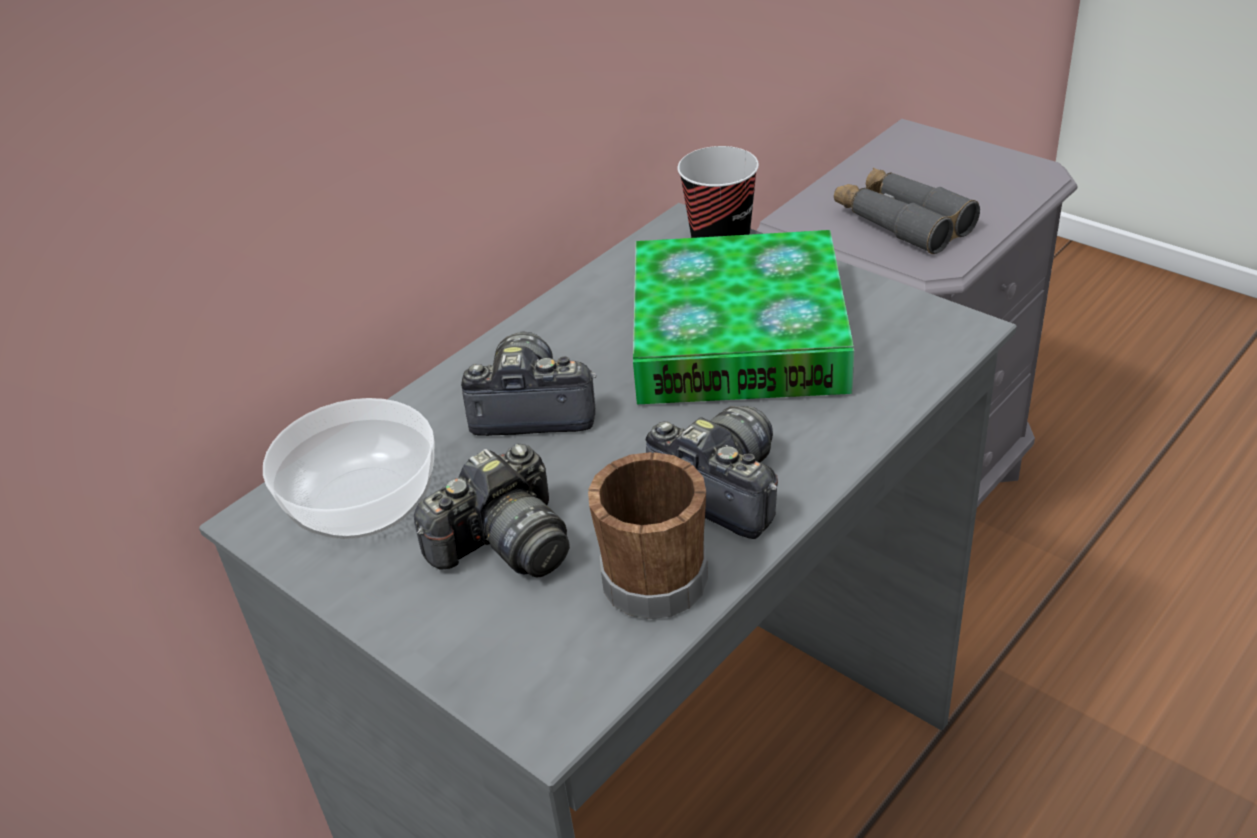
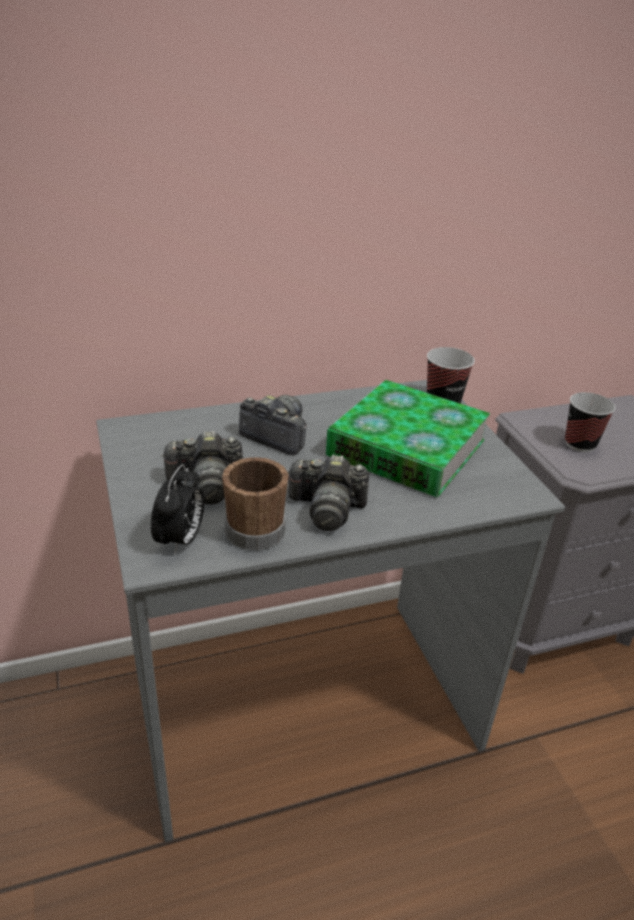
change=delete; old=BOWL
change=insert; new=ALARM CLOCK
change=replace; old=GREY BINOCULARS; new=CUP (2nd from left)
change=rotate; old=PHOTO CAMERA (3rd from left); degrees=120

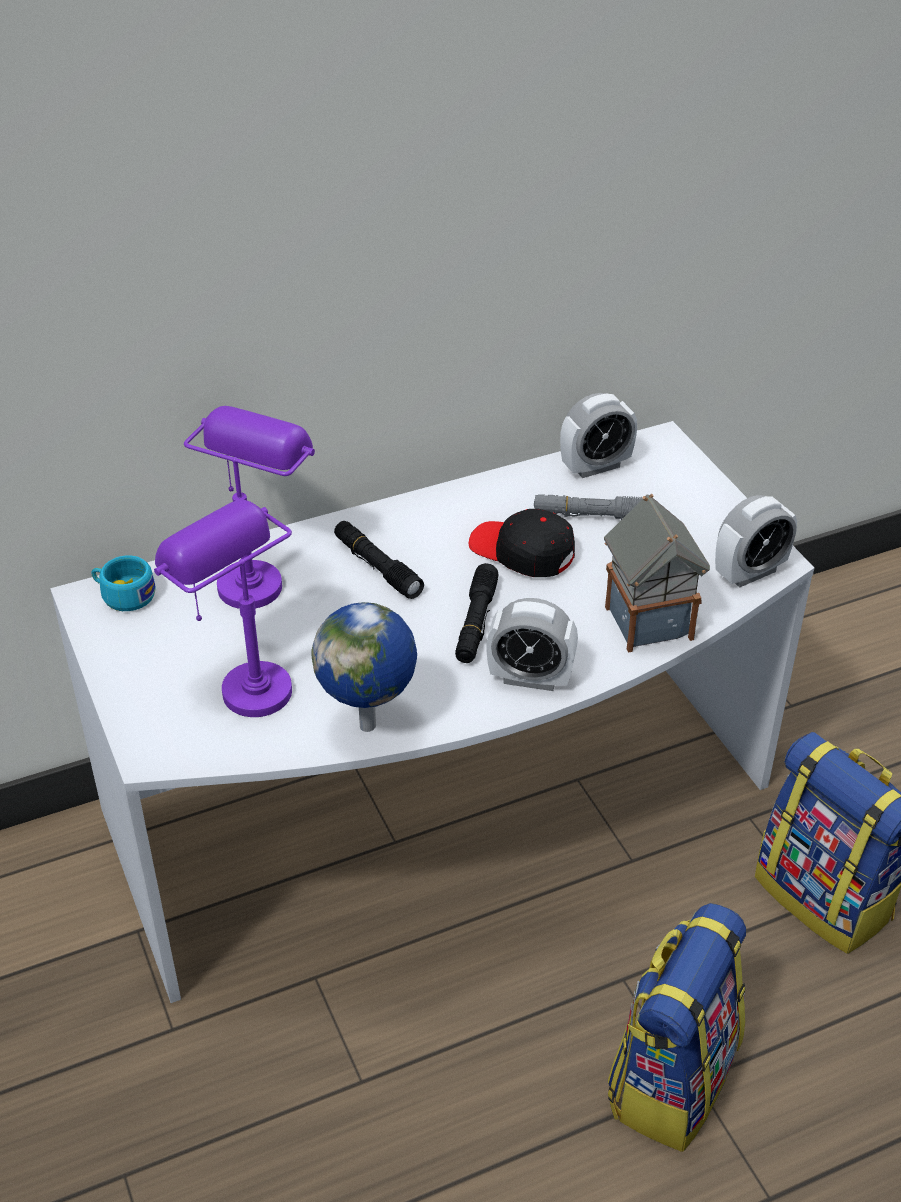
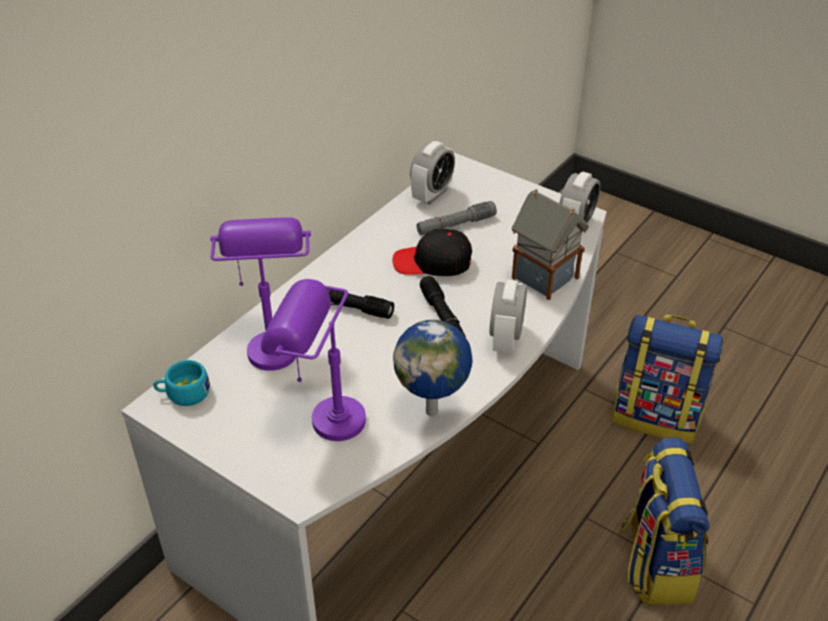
change=rotate; old=ALARM CLOCK (1st from left in the first image); degrees=120

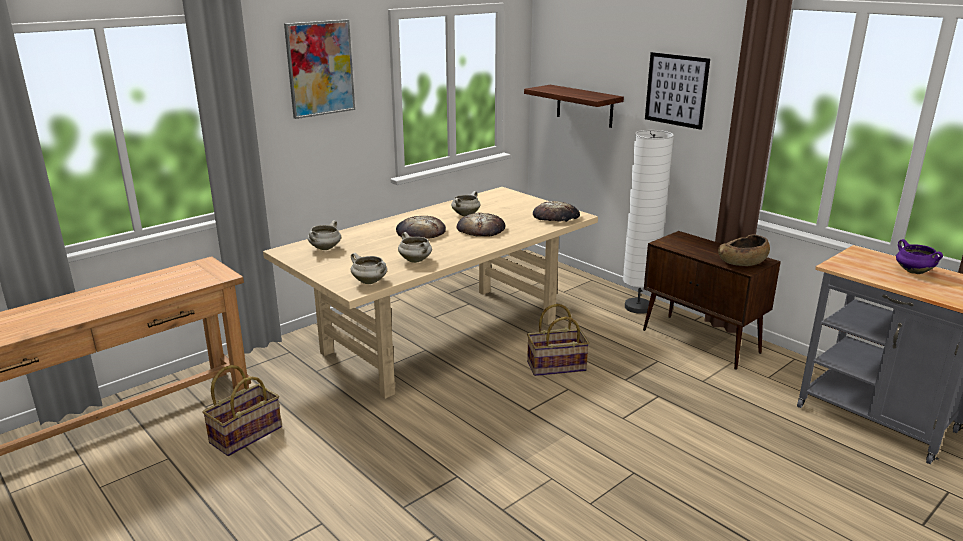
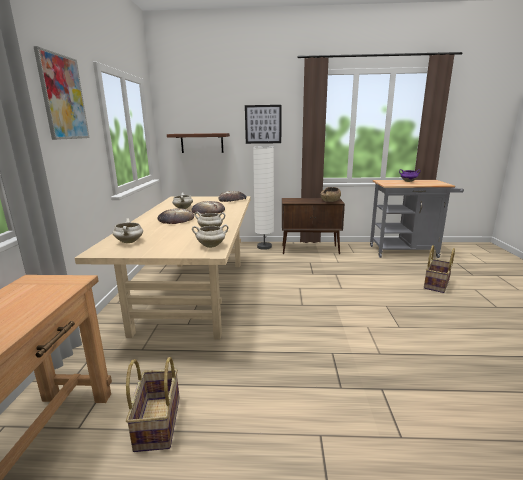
change=move; old=BASKET (2nd from left)

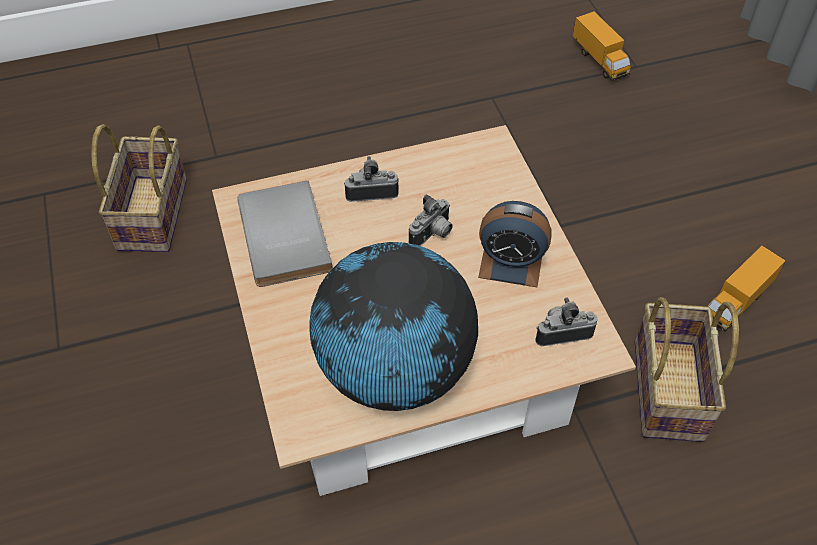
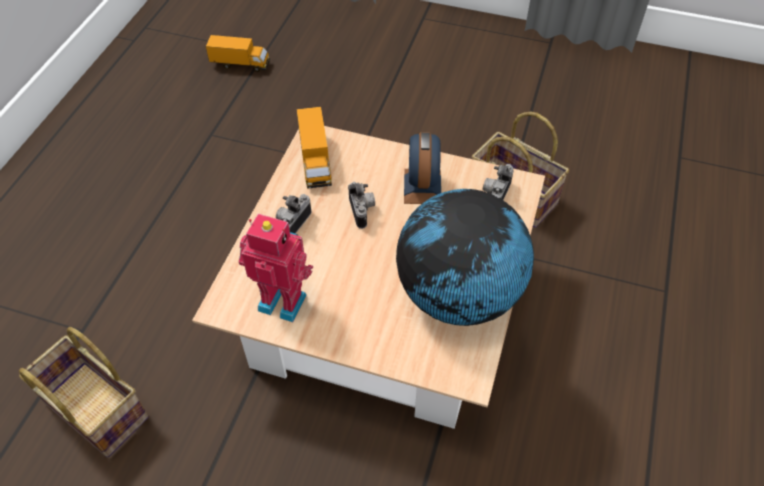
change=move; old=TOY TRUCK (2nd from left)
change=replace; old=GREY BOOK; new=TOY ROBOT
change=rotate; old=ALARM CLOCK; degrees=135

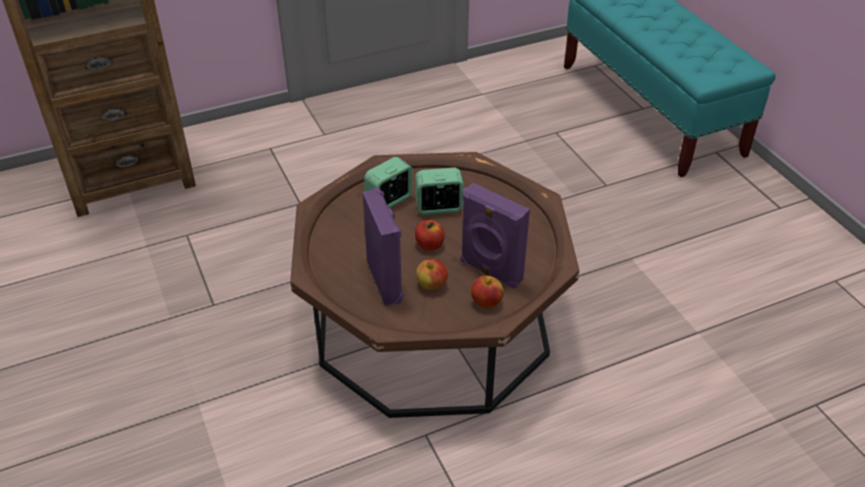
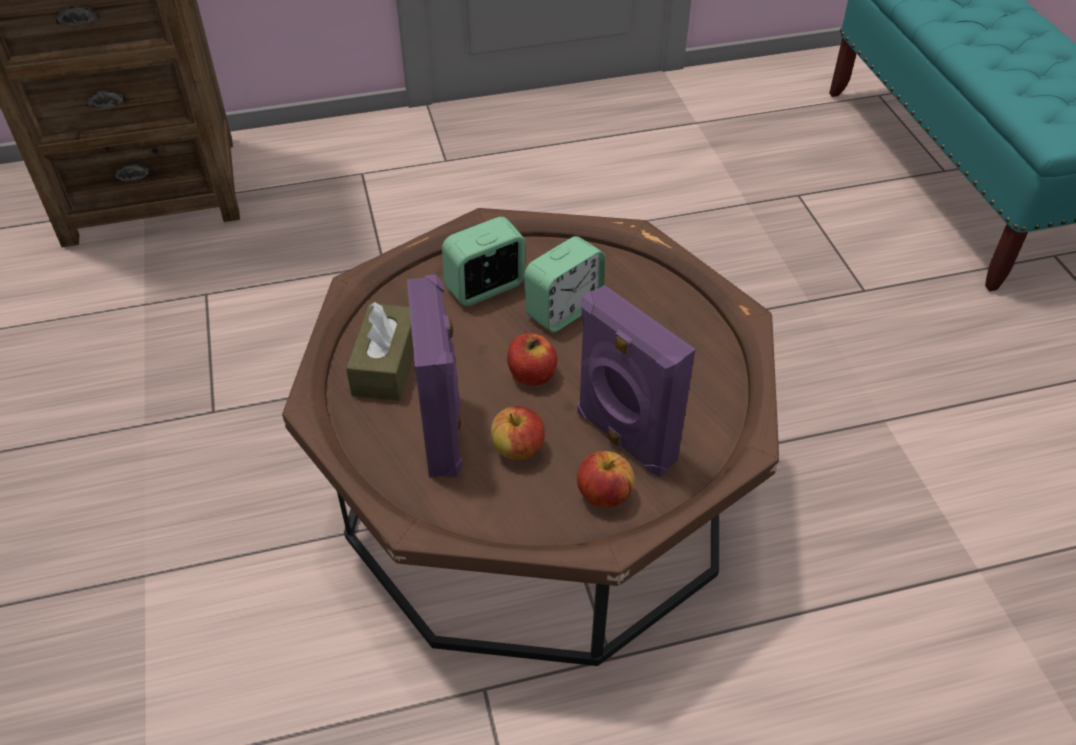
change=insert; new=BROWN TISSUE BOX
change=rotate; old=ALARM CLOCK (2nd from left); degrees=135

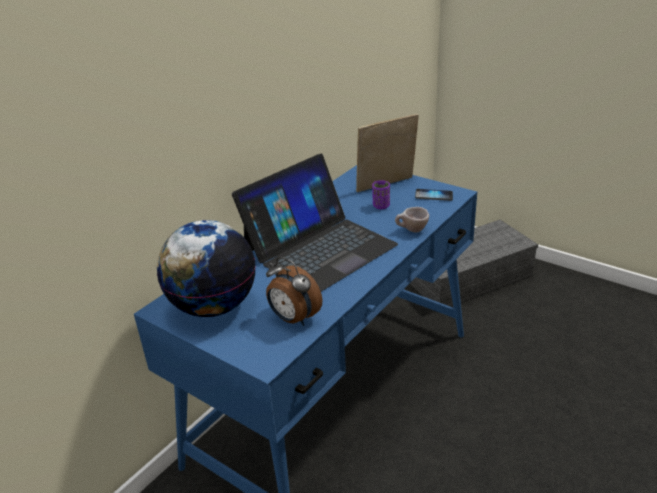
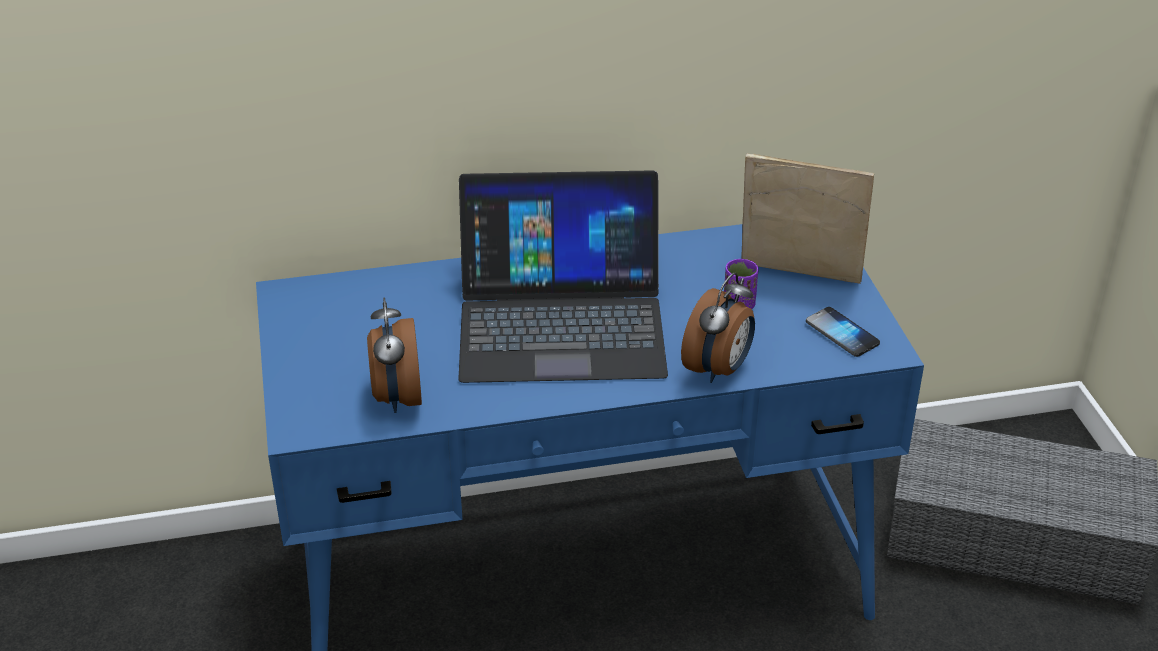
change=delete; old=GLOBE
change=replace; old=BEIGE CUP; new=ALARM CLOCK (2nd from left)

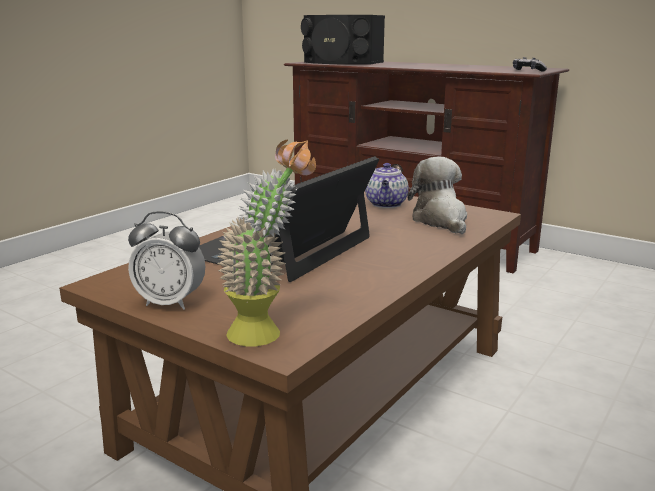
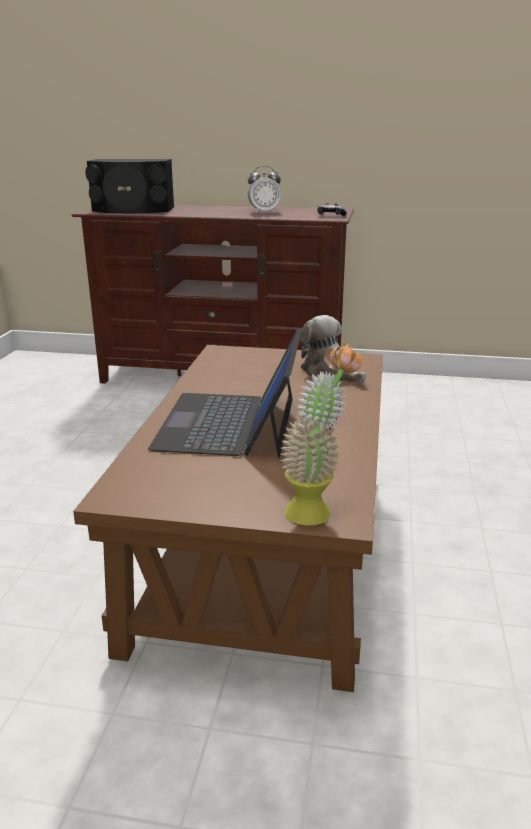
change=delete; old=TEAPOT
change=move; old=ALARM CLOCK

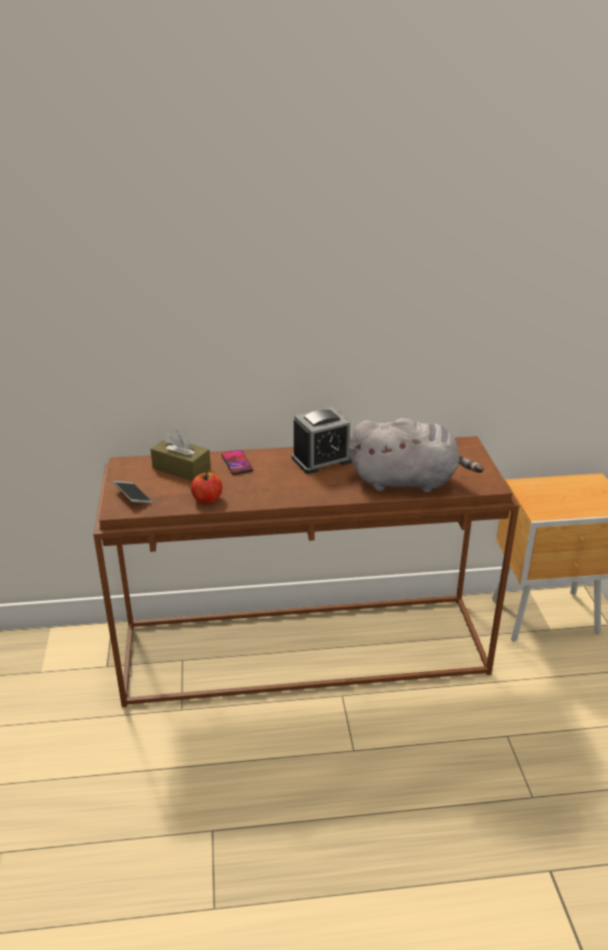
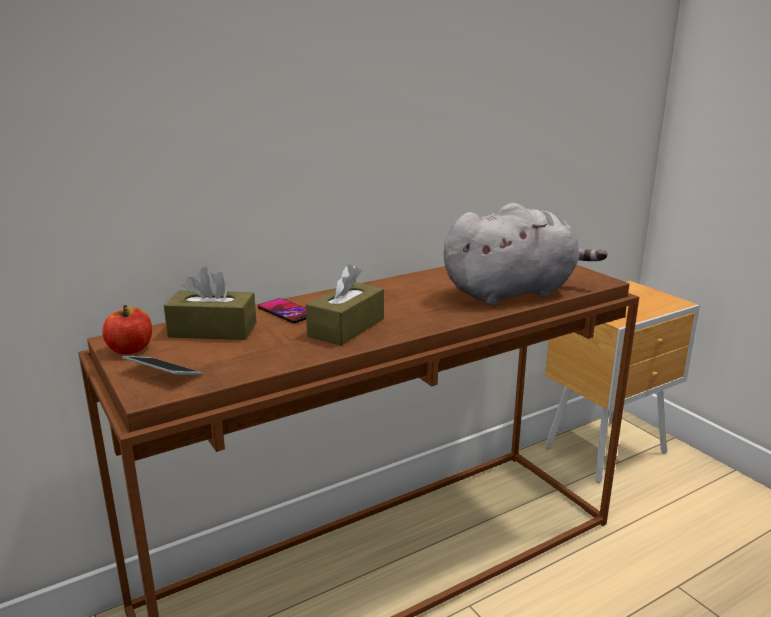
change=delete; old=ALARM CLOCK
change=insert; new=BROWN TISSUE BOX (2nd from left)
change=move; old=APPLE

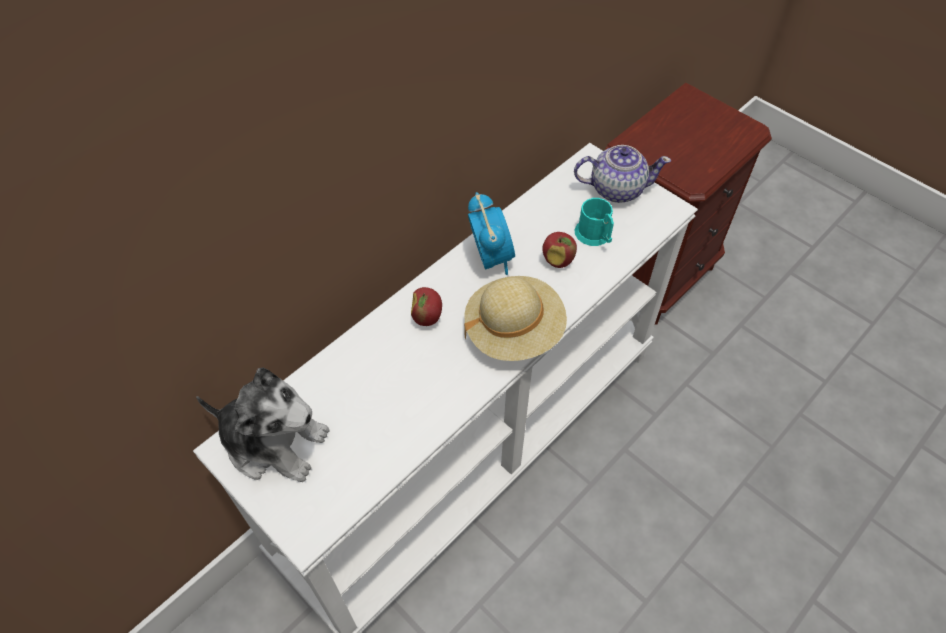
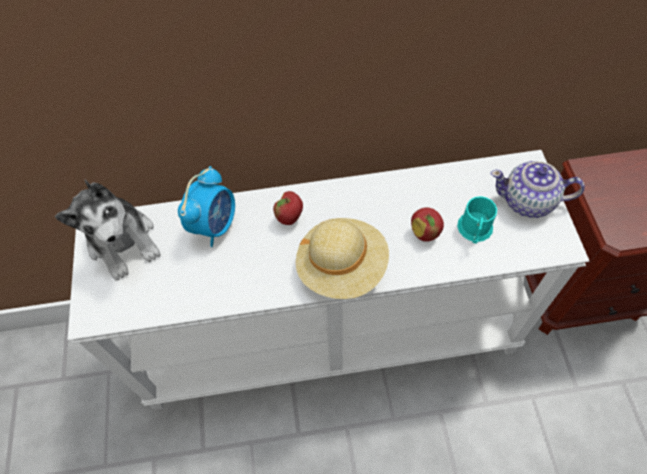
change=move; old=ALARM CLOCK
change=rotate; old=TEAPOT; degrees=150

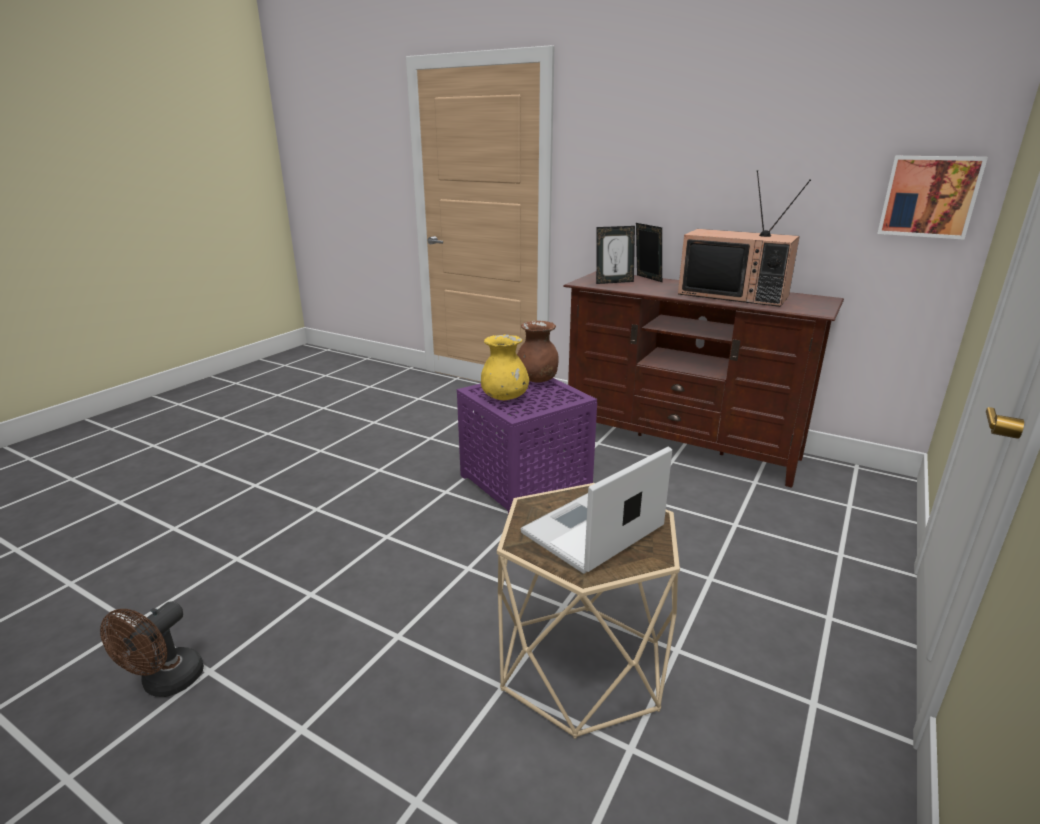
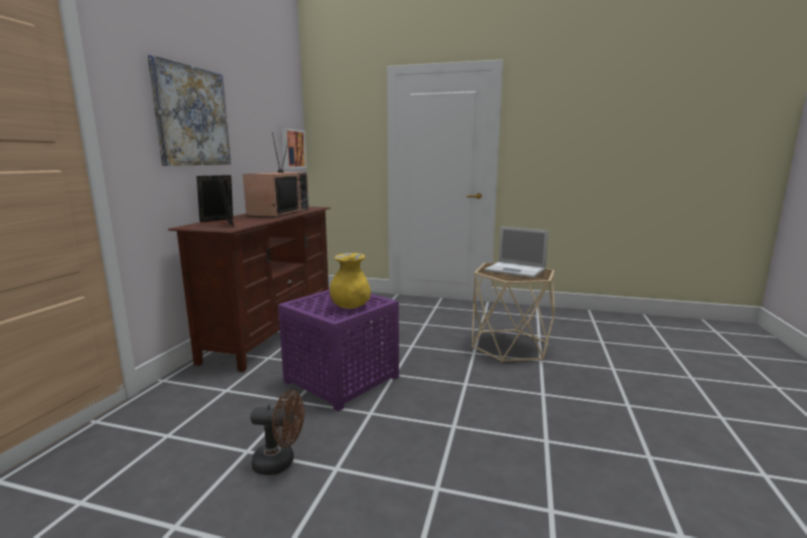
change=delete; old=BROWN VASE
change=insert; new=PICTURE (1st from left)
change=move; old=BROWN FAN

